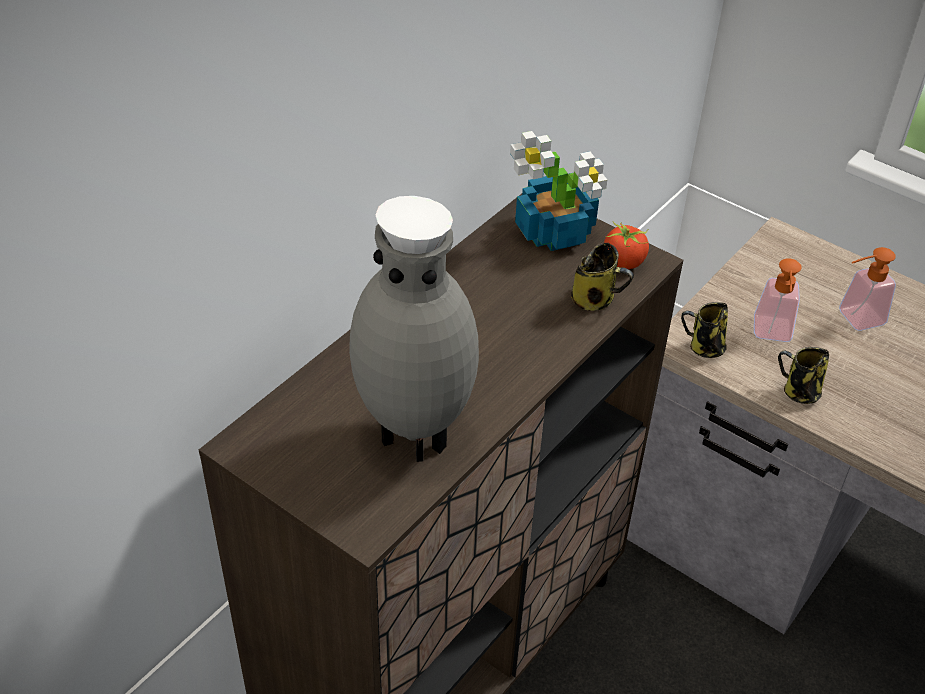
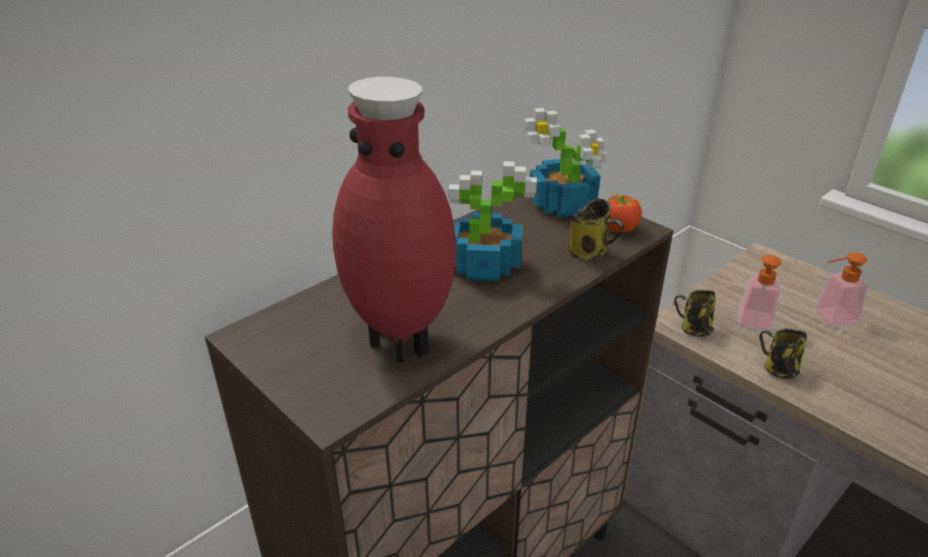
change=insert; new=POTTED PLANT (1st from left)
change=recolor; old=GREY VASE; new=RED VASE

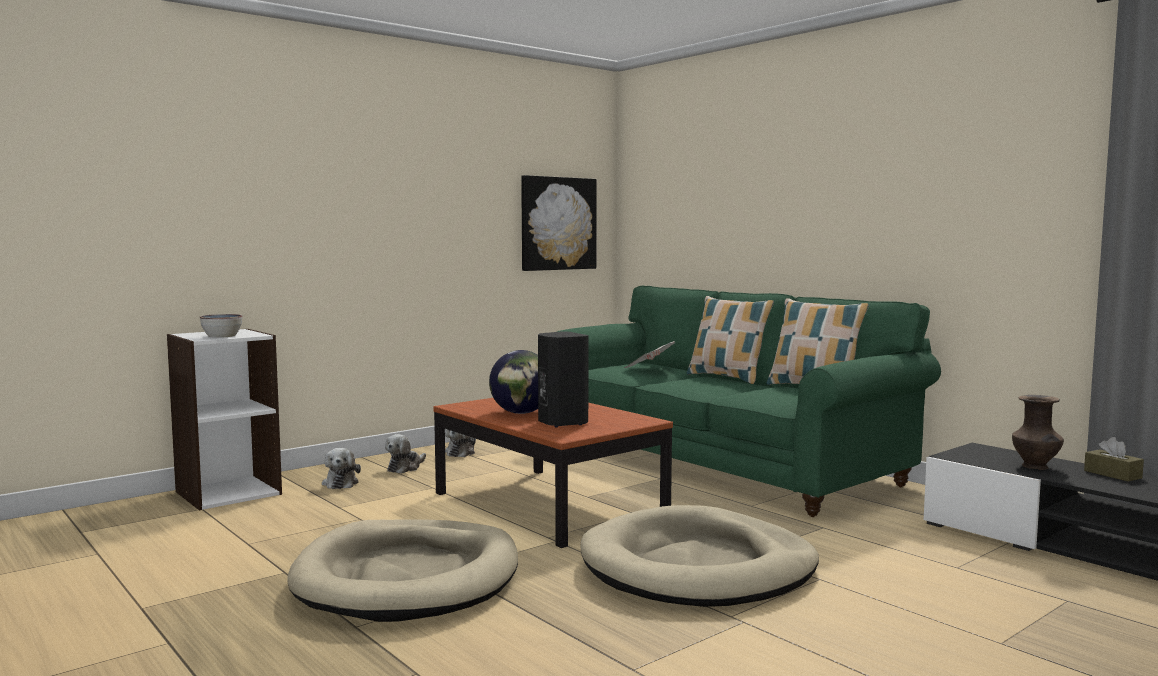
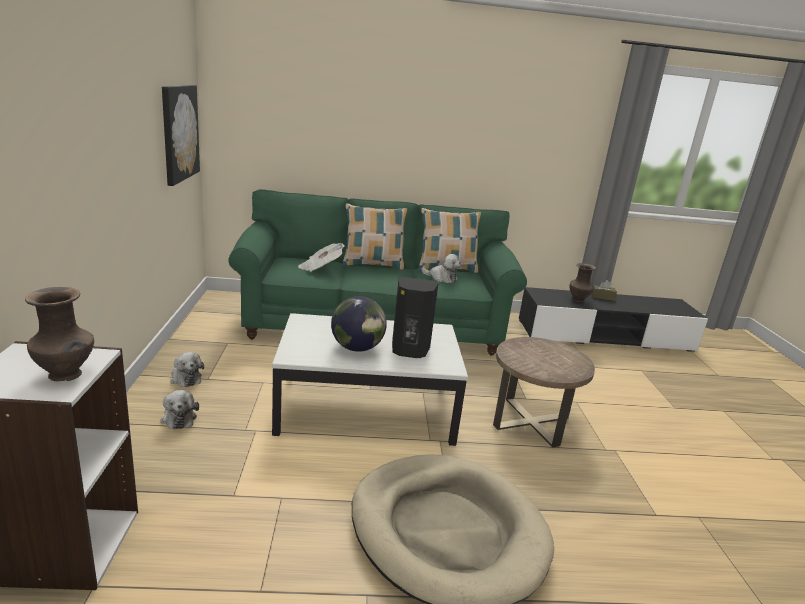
change=move; old=PLUSH TOY (1st from left in the first image); new=PLUSH TOY (3rd from left)
change=replace; old=BOWL; new=BROWN VASE (1st from left)
change=replace; old=BEIGE DOG BED (2nd from left); new=BROWN SIDE TABLE
change=recolor; old=BROWN COFFEE TABLE; new=WHITE COFFEE TABLE

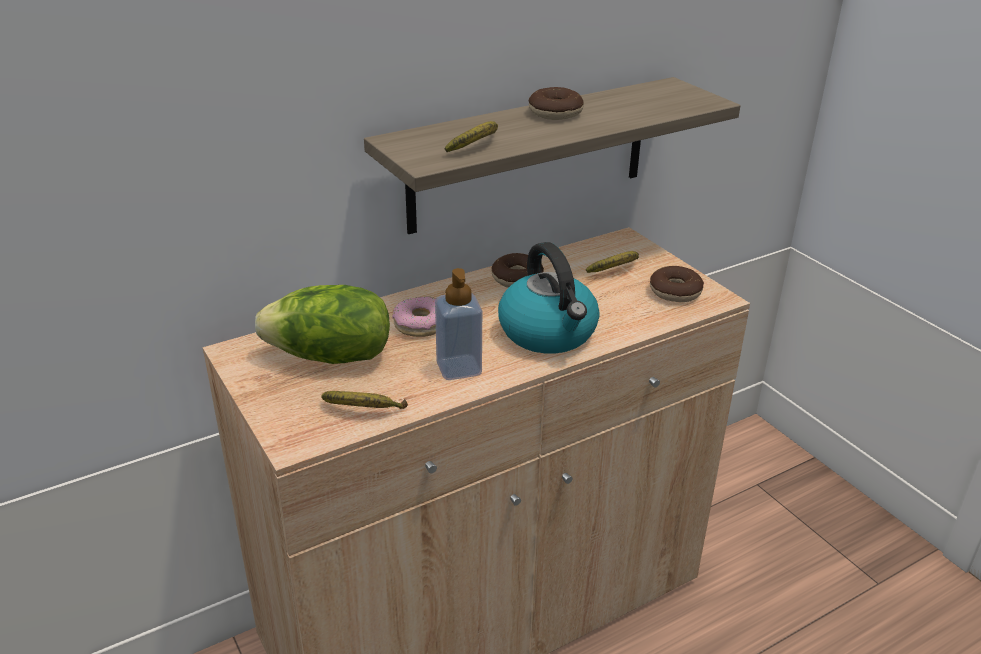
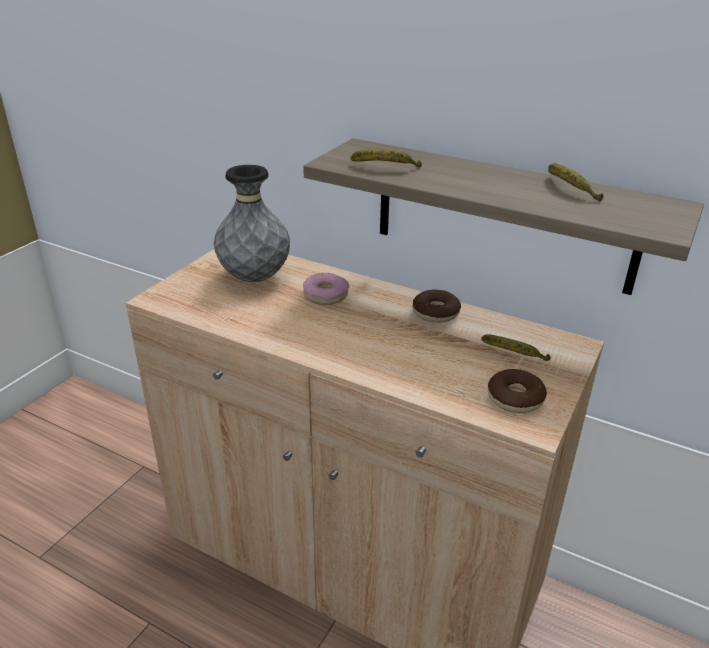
change=delete; old=SOAP DISPENSER
change=delete; old=KETTLE
change=delete; old=DONUT (3rd from left)
change=move; old=BANANA (1st from left in the first image); new=BANANA (3rd from left)
change=replace; old=LETTUCE; new=GREY VASE

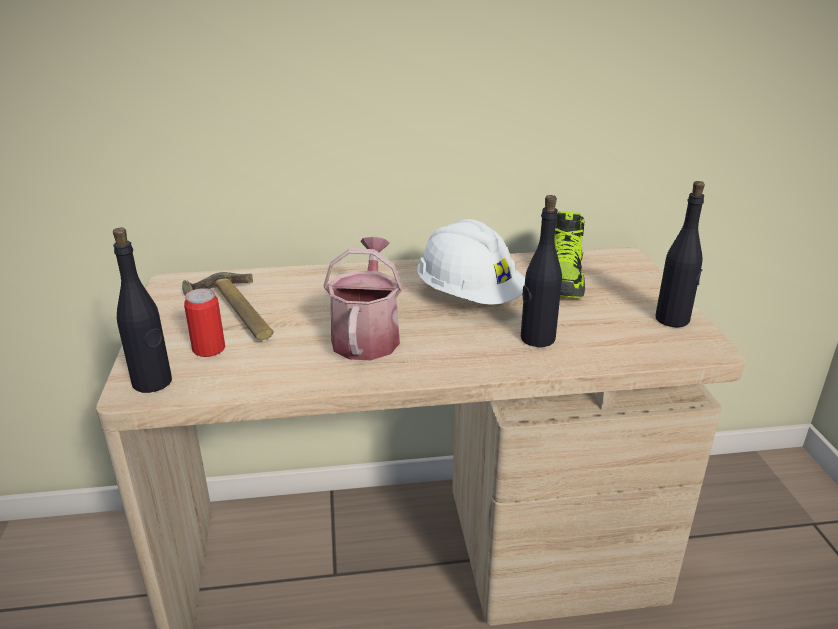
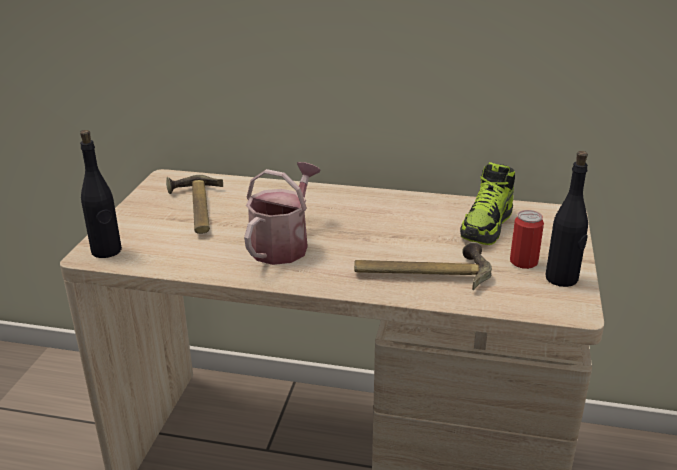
change=delete; old=WHITE HARD HAT
change=move; old=CAN
change=replace; old=BLACK BOTTLE (2nd from left); new=HAMMER (2nd from left)

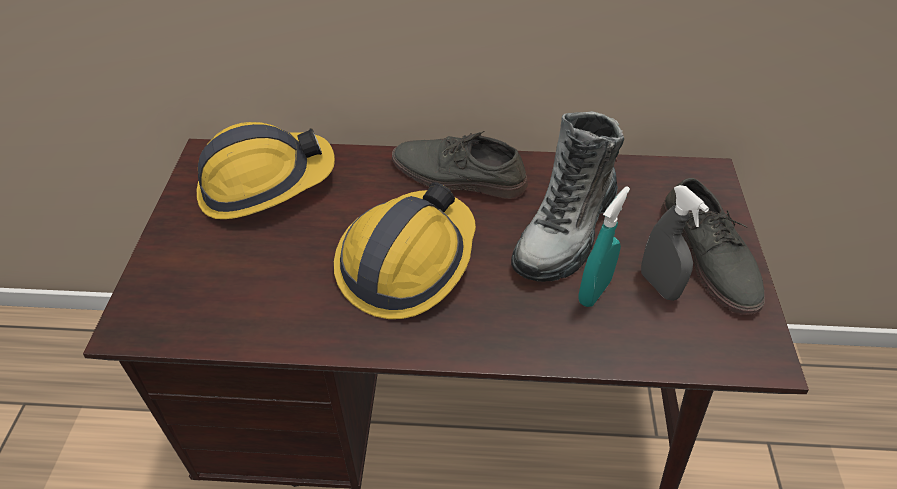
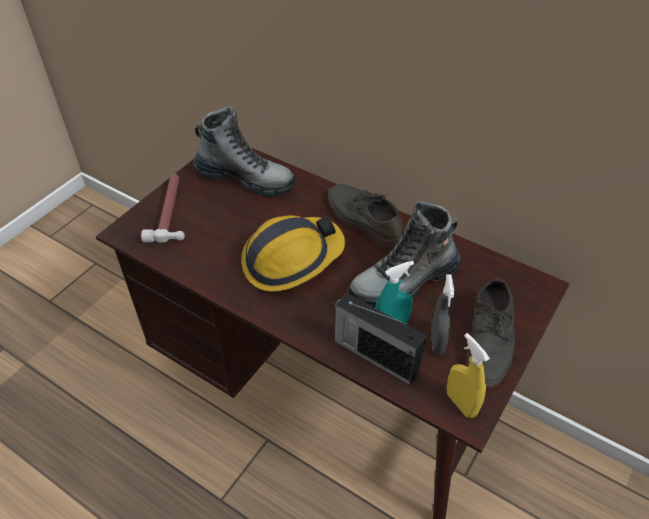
change=insert; new=HAMMER
change=insert; new=RADIO
change=insert; new=YELLOW SPRAY BOTTLE
change=replace; old=HARD HAT (1st from left); new=BOOT (1st from left)

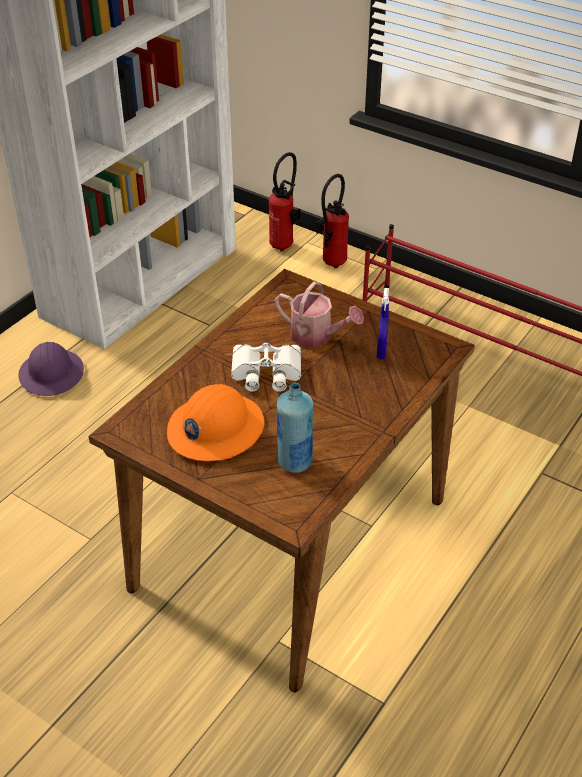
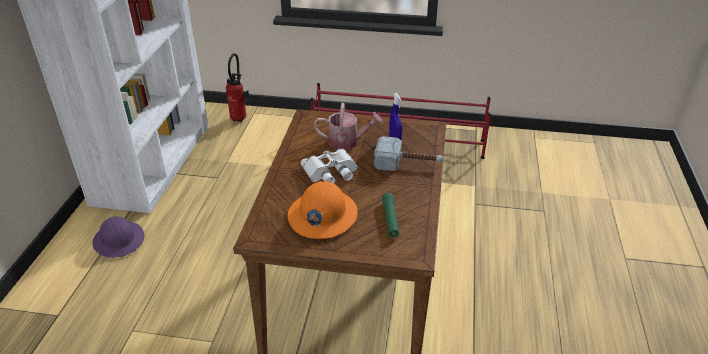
change=delete; old=FIRE EXTINGUISHER (2nd from left)
change=insert; new=HAMMER
change=replace; old=BLUE BOTTLE; new=GREEN FLASHLIGHT

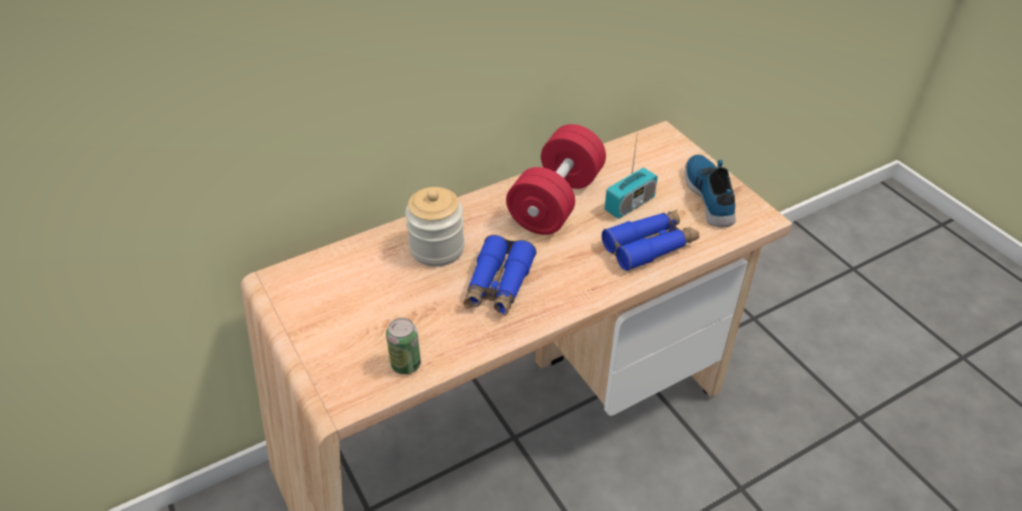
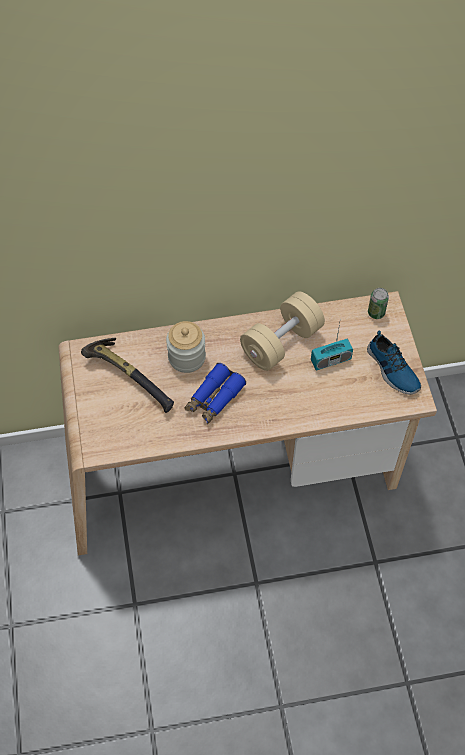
change=delete; old=BLUE BINOCULARS (2nd from left)
change=insert; new=HAMMER
change=move; old=CAN
change=recolor; old=RED DUMBBELL; new=BEIGE DUMBBELL
change=rotate; old=SHOE; degrees=135

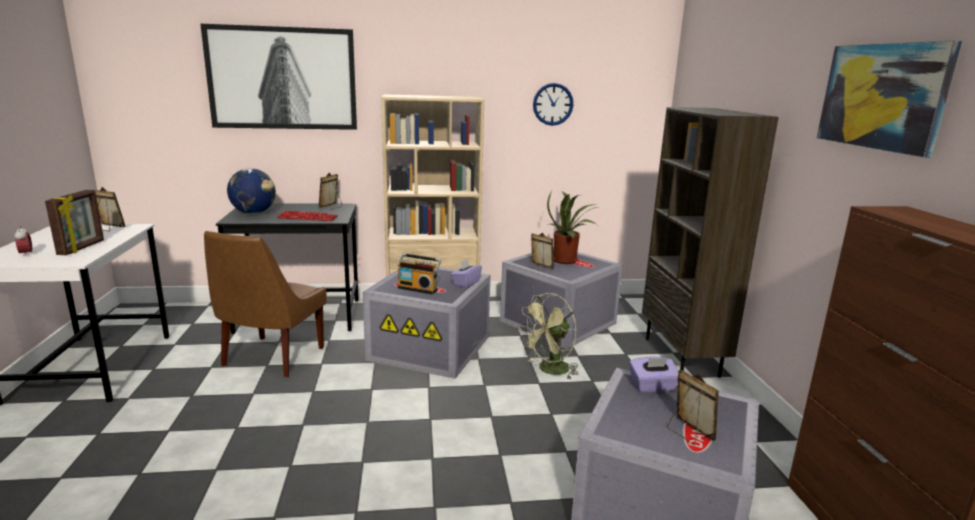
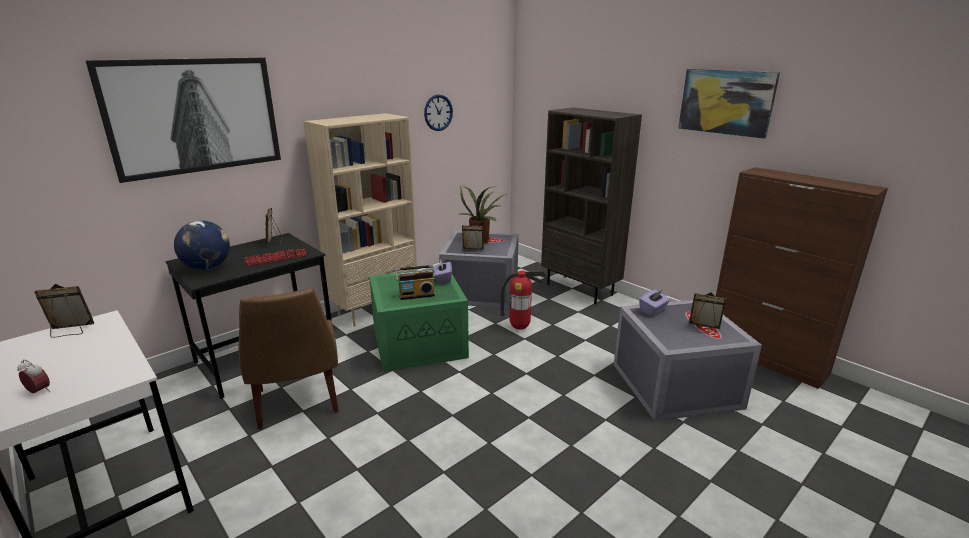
change=delete; old=PICTURE FRAME (1st from left)
change=replace; old=GREEN FAN; new=FIRE EXTINGUISHER
change=recolor; old=GREY STORAGE BOX (1st from left); new=GREEN STORAGE BOX

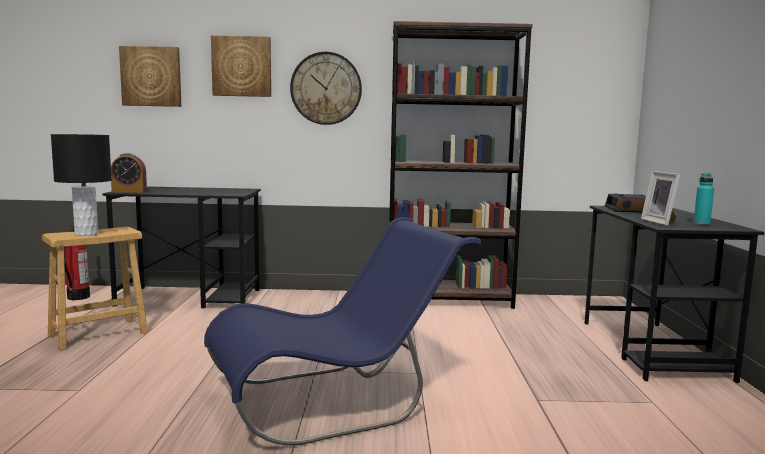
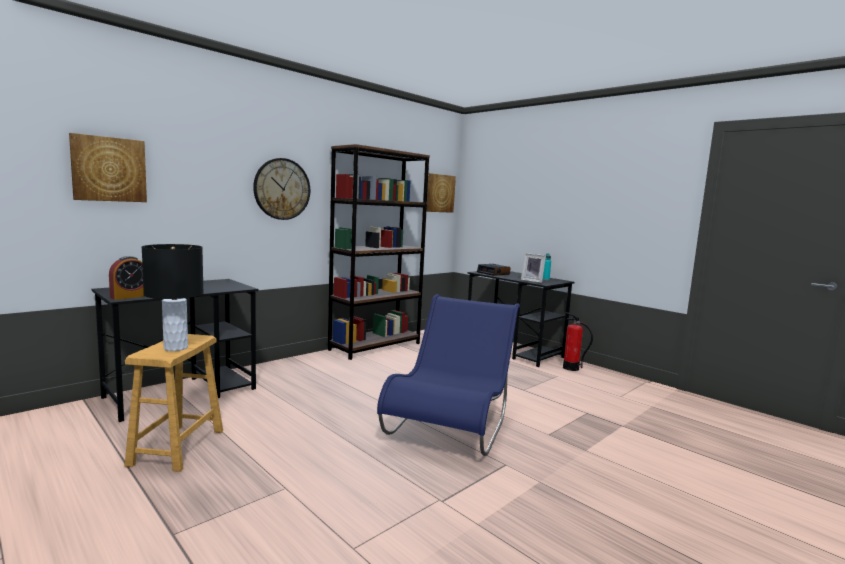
change=move; old=FIRE EXTINGUISHER
change=move; old=PICTURE (2nd from left)

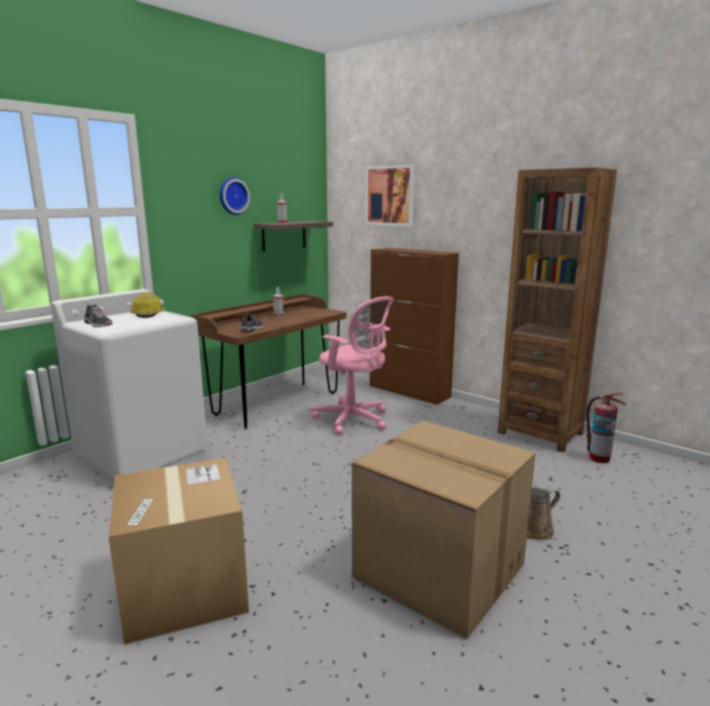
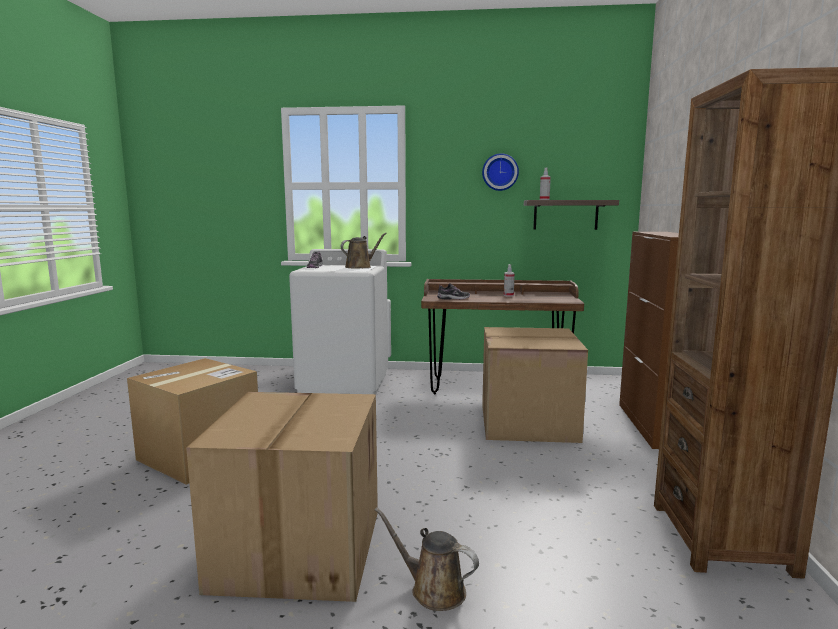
change=delete; old=PICTURE
change=delete; old=FIRE EXTINGUISHER
change=replace; old=HARD HAT; new=BROWN WATERING CAN (1st from left)
change=replace; old=PINK OFFICE CHAIR; new=CARDBOARD BOX (3rd from left)

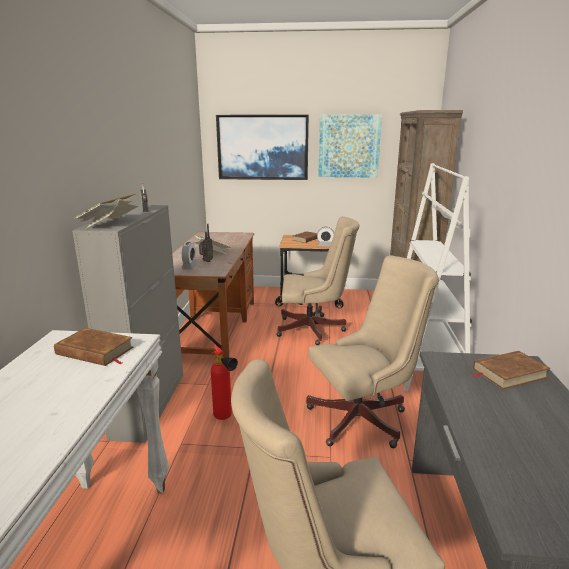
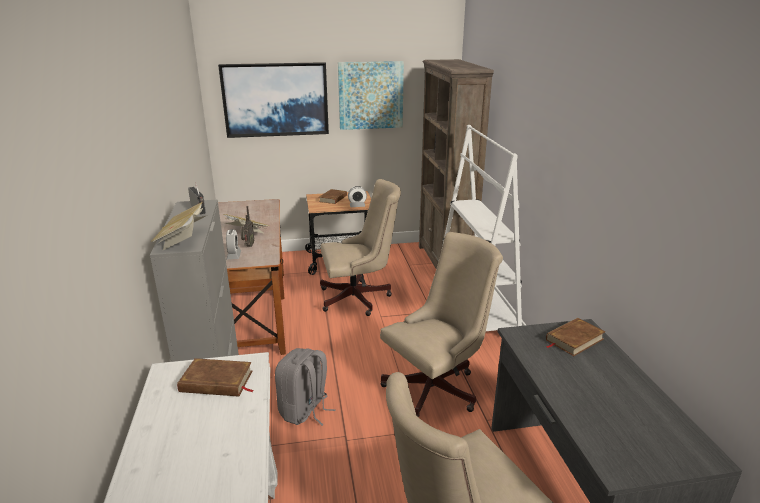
change=replace; old=FIRE EXTINGUISHER; new=GREY BACKPACK

